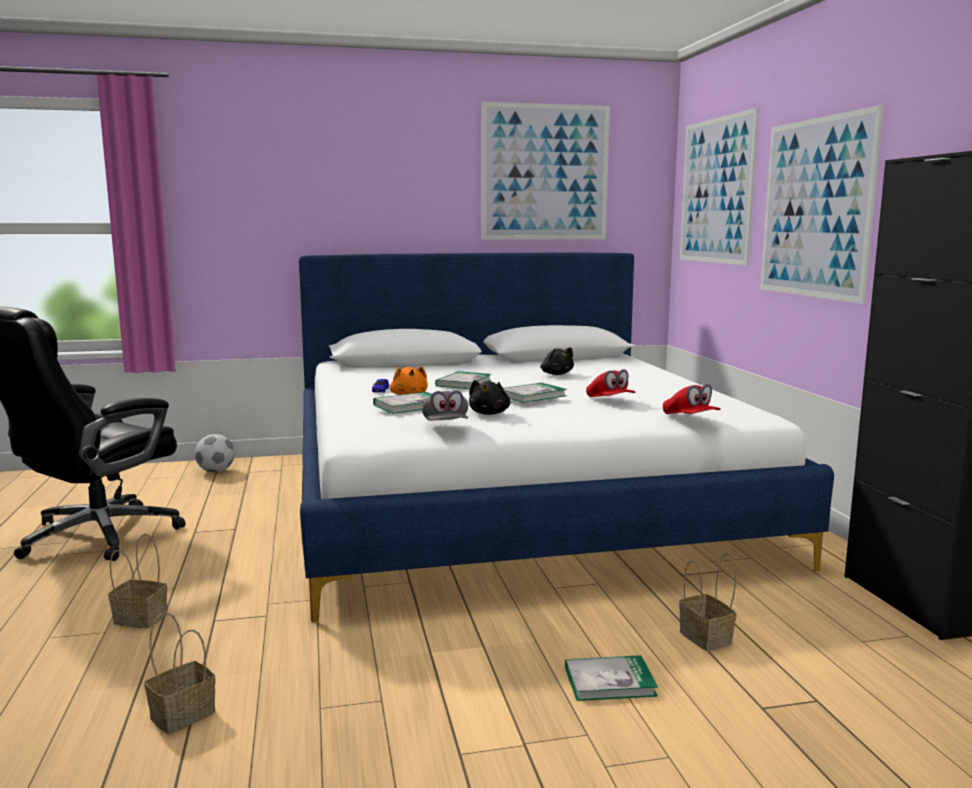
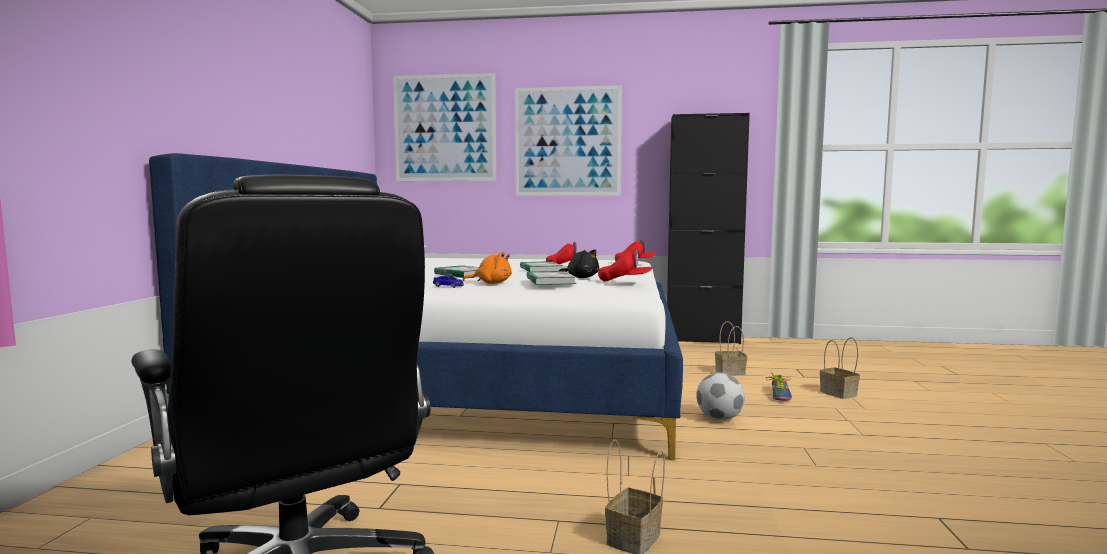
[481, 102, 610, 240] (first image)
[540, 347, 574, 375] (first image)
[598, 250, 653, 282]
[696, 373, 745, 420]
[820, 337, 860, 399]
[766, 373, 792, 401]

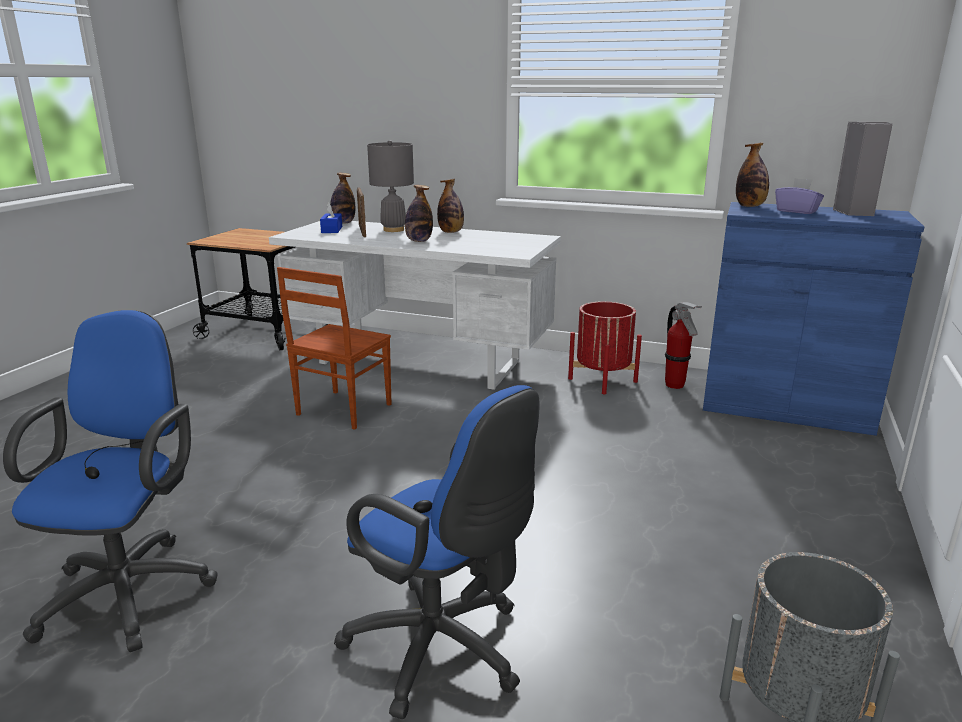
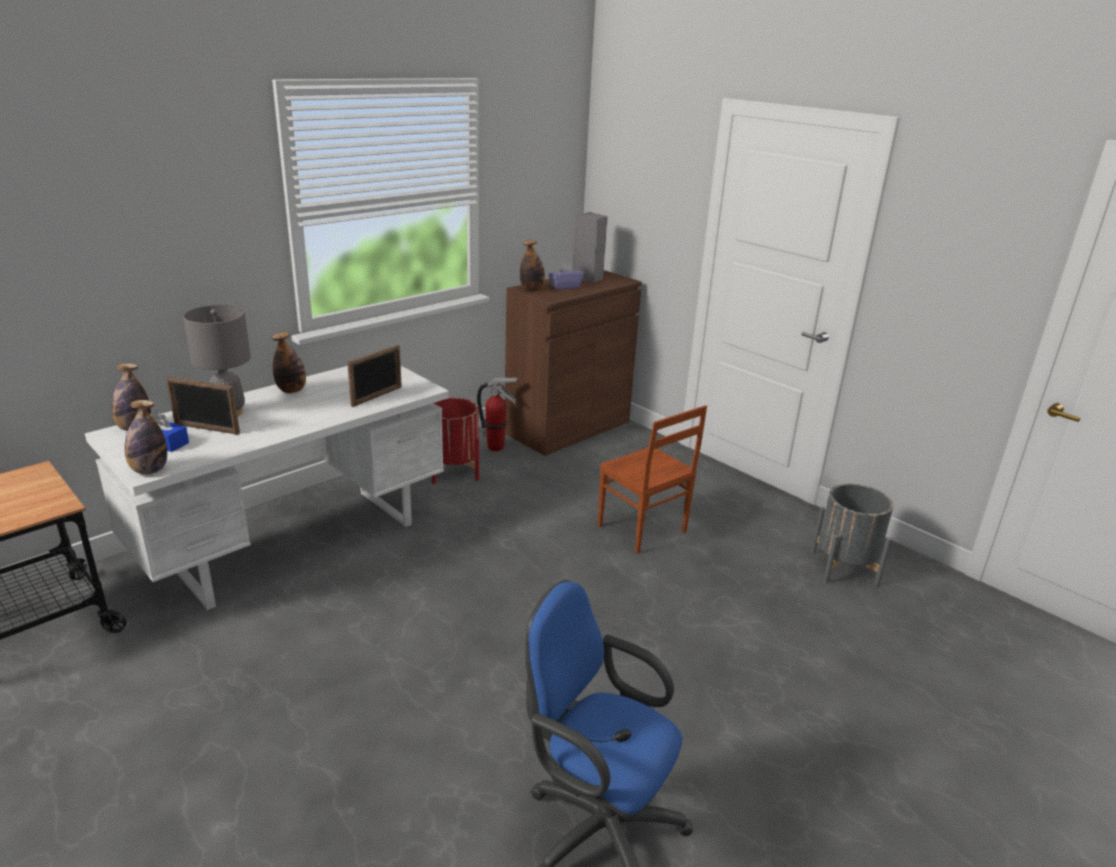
[125, 400, 167, 474]
[505, 270, 642, 456]
[598, 405, 707, 554]
[334, 385, 540, 719] (first image)
[347, 345, 402, 407]

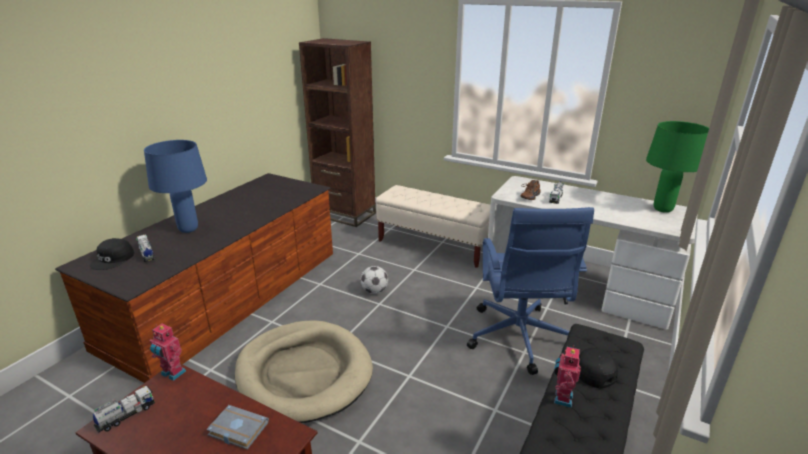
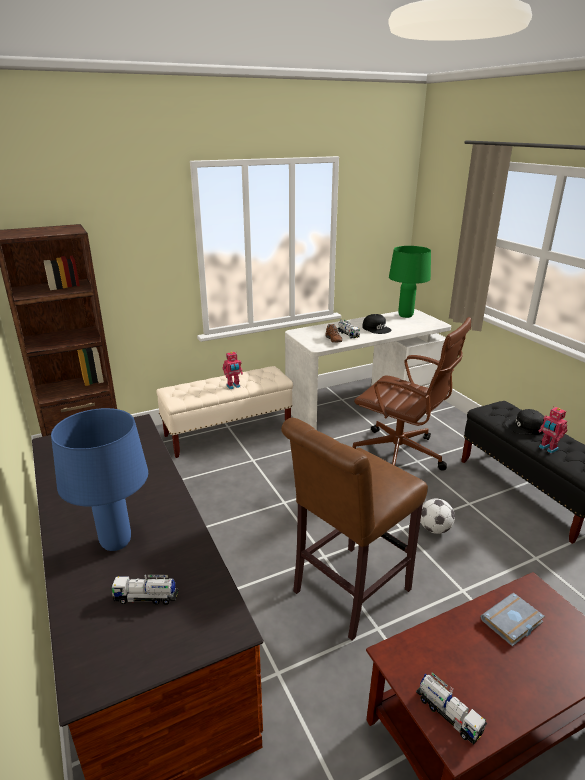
[353, 317, 471, 471]
[362, 314, 391, 334]
[420, 499, 455, 534]
[281, 417, 428, 641]
[223, 352, 243, 389]
[416, 673, 487, 745]

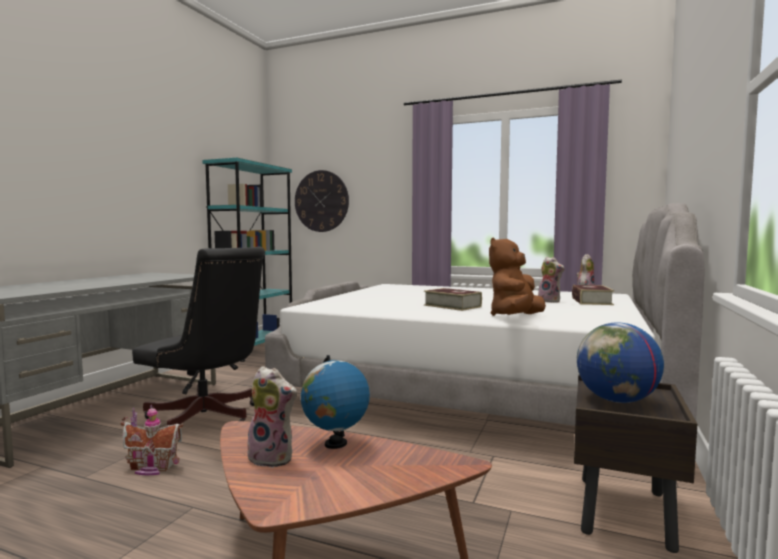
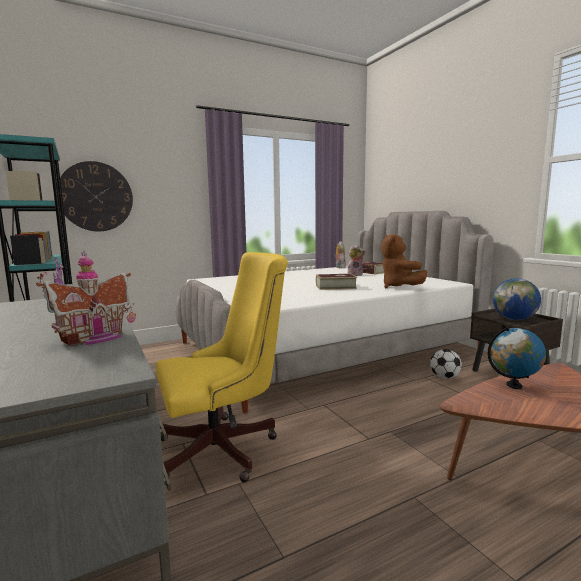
[156, 252, 288, 483]
[247, 366, 298, 468] (first image)
[36, 251, 136, 345]
[430, 349, 462, 379]

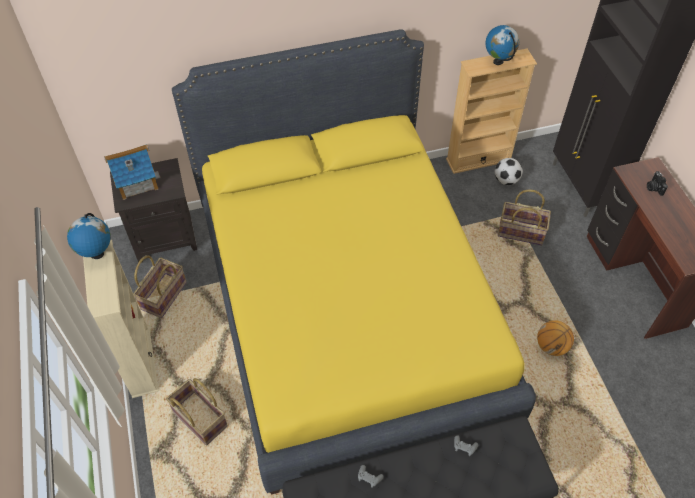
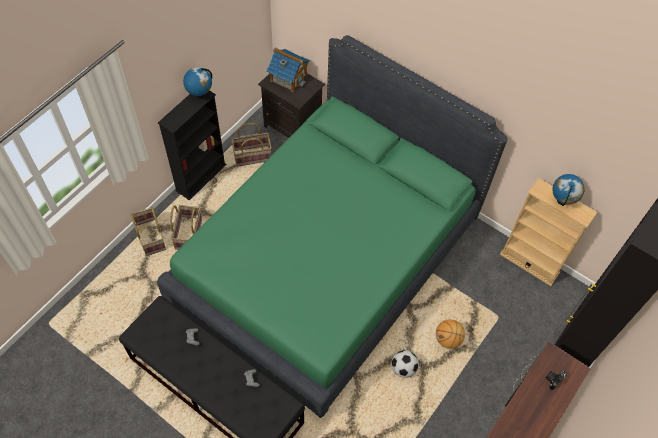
[157, 35, 507, 418]
[391, 350, 419, 378]
[131, 207, 166, 256]
[158, 90, 226, 201]
[436, 319, 465, 349]

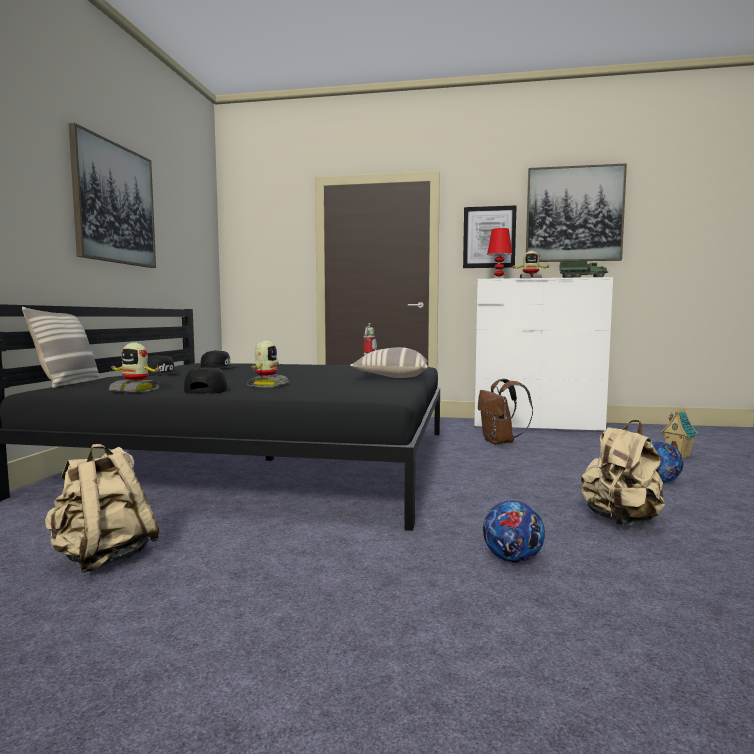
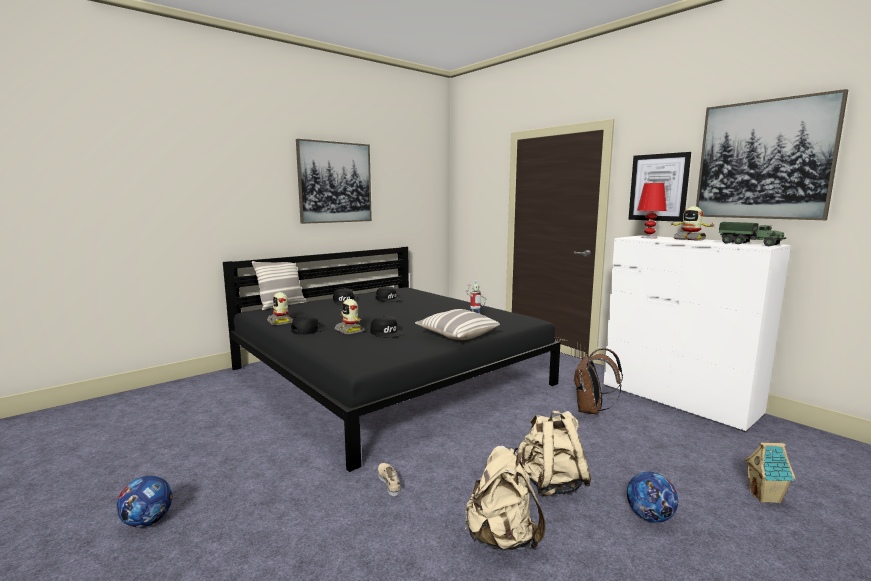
[334, 299, 365, 334]
[518, 411, 591, 496]
[117, 476, 172, 527]
[370, 316, 403, 338]
[378, 463, 401, 496]

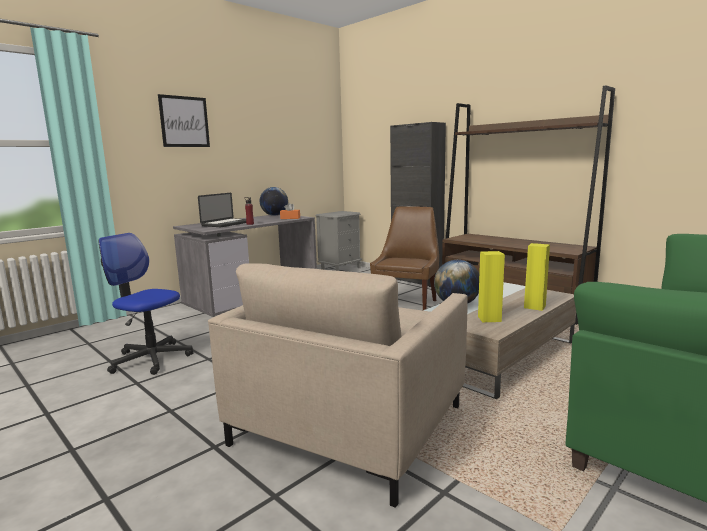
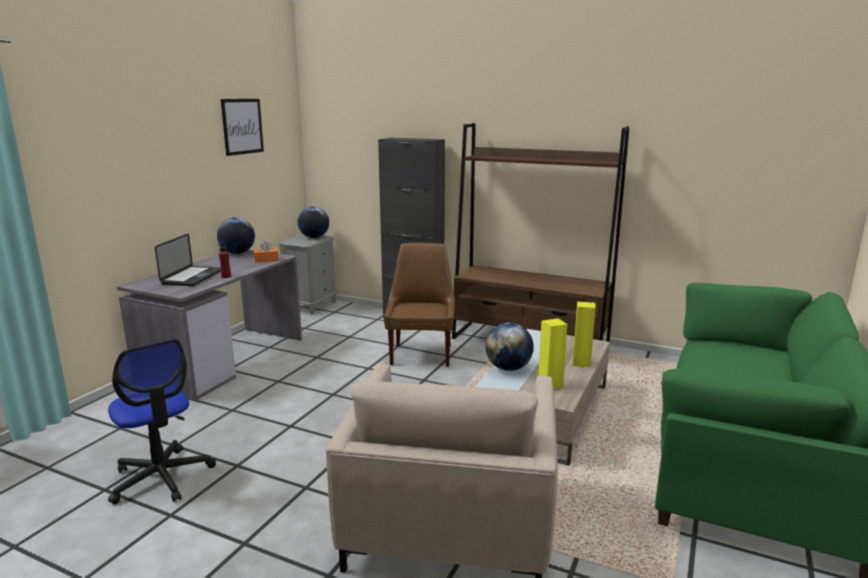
[221, 99, 264, 156]
[108, 339, 216, 504]
[298, 206, 329, 238]

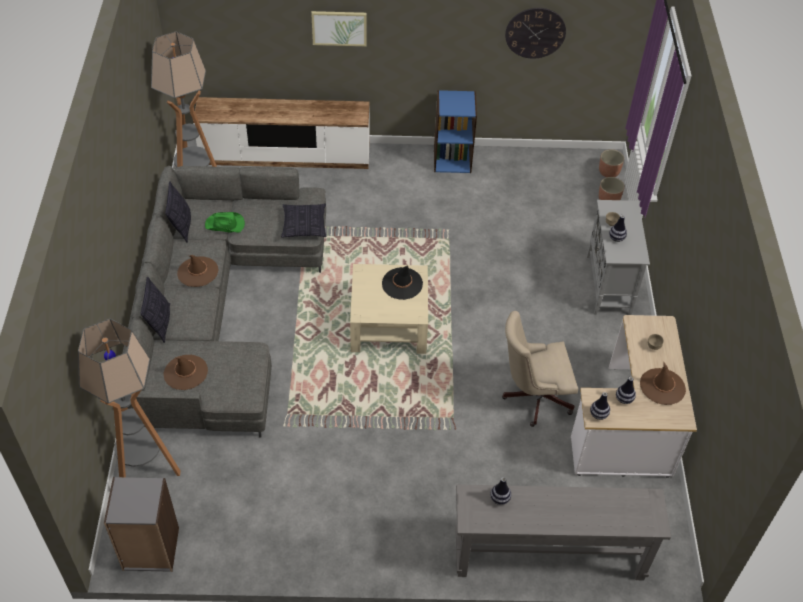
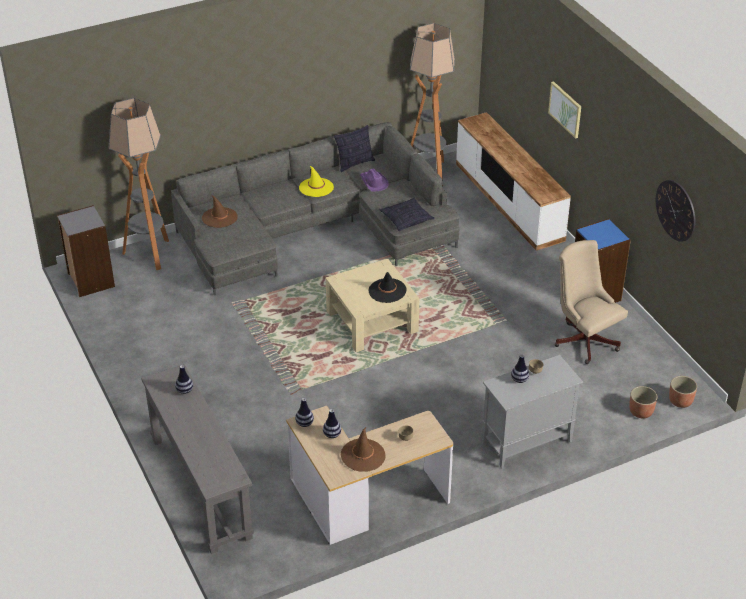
[360, 169, 389, 192]
[299, 165, 334, 197]
[140, 276, 170, 343] (first image)
[555, 240, 628, 364]

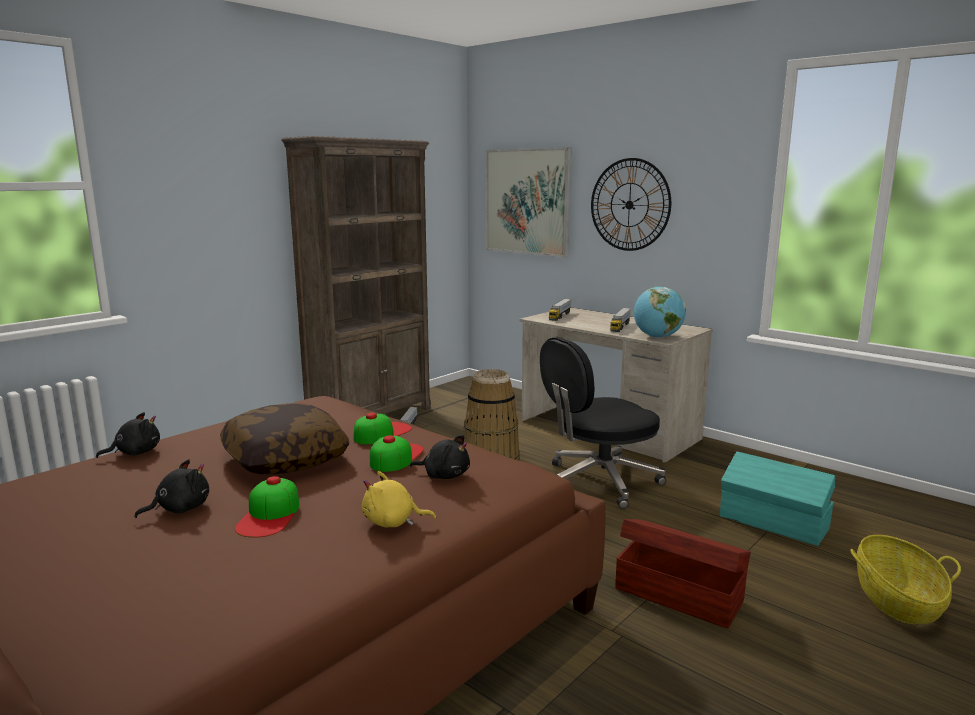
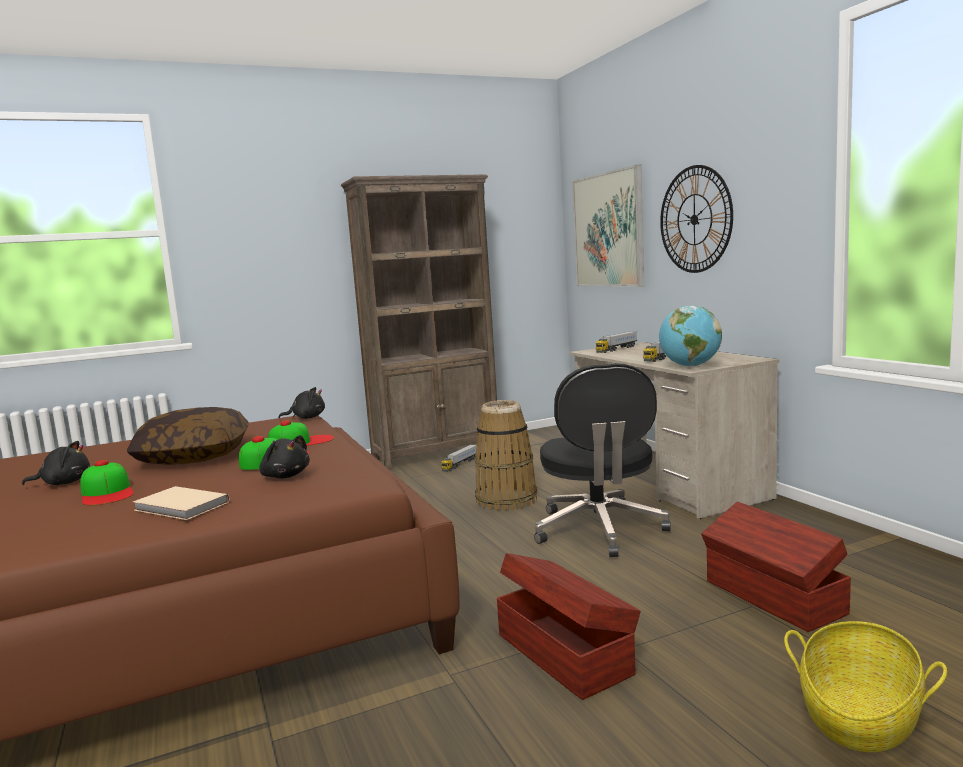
[534, 363, 671, 557]
[278, 387, 325, 419]
[701, 502, 851, 632]
[133, 486, 229, 520]
[80, 460, 134, 505]

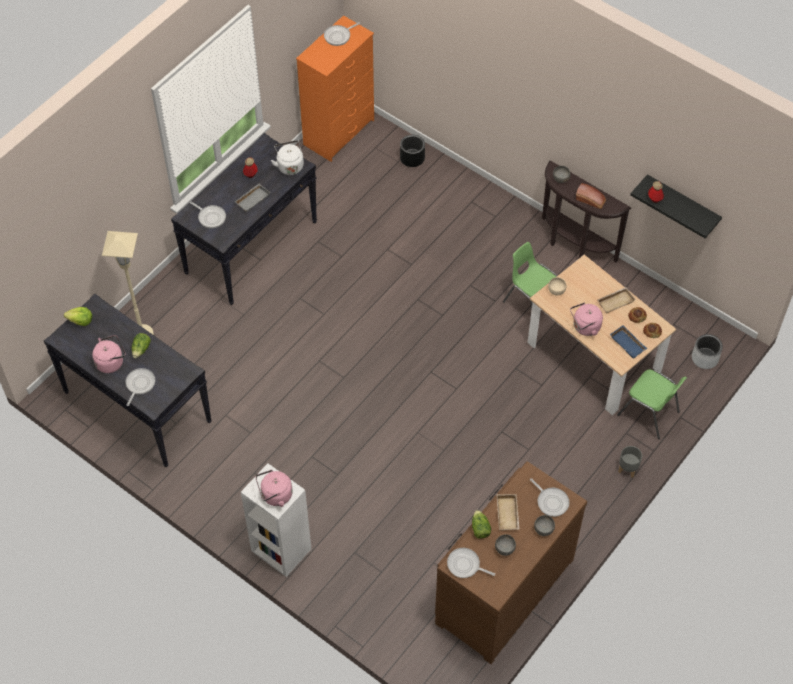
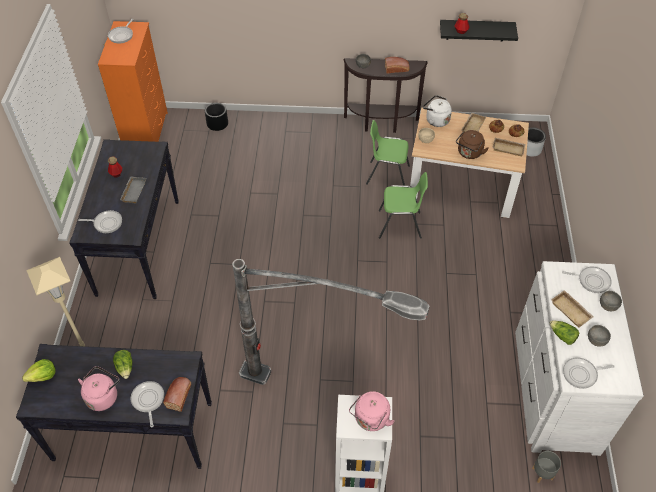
[423, 95, 452, 127]
[456, 130, 489, 159]
[493, 138, 525, 156]
[379, 172, 428, 239]
[532, 451, 561, 483]
[515, 261, 644, 456]
[232, 259, 430, 385]
[163, 377, 191, 412]

